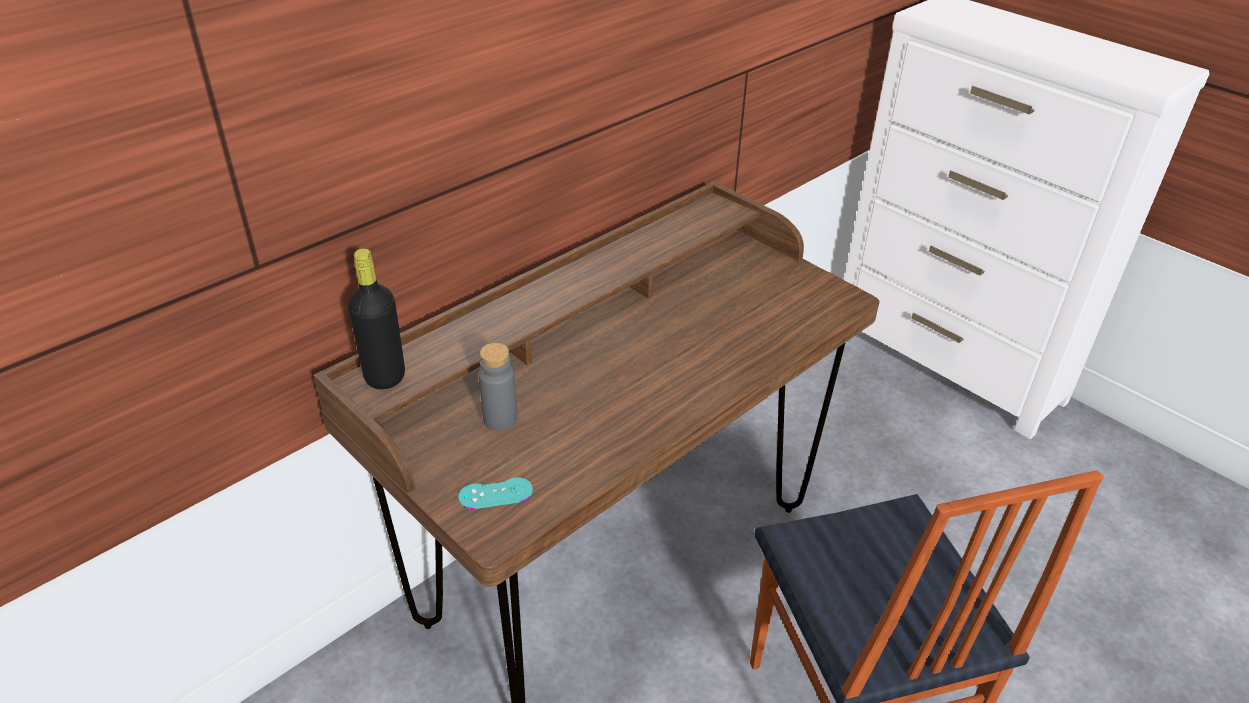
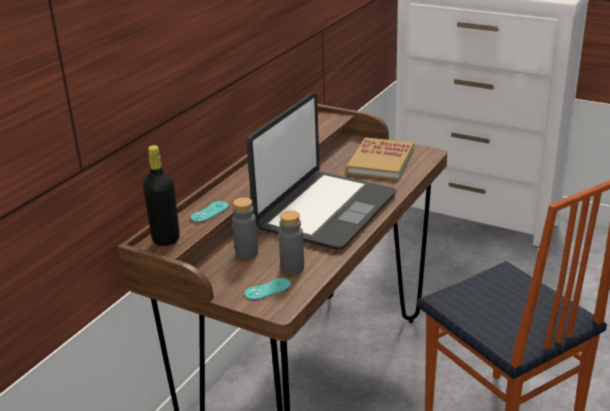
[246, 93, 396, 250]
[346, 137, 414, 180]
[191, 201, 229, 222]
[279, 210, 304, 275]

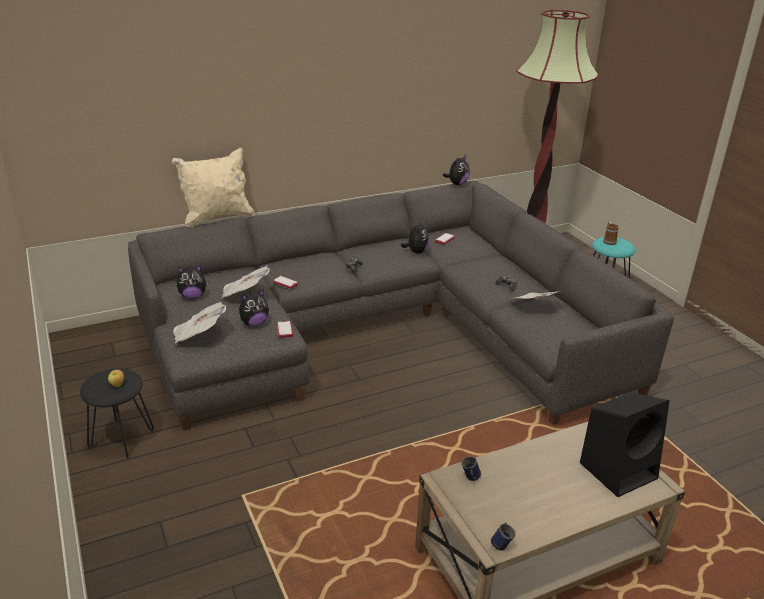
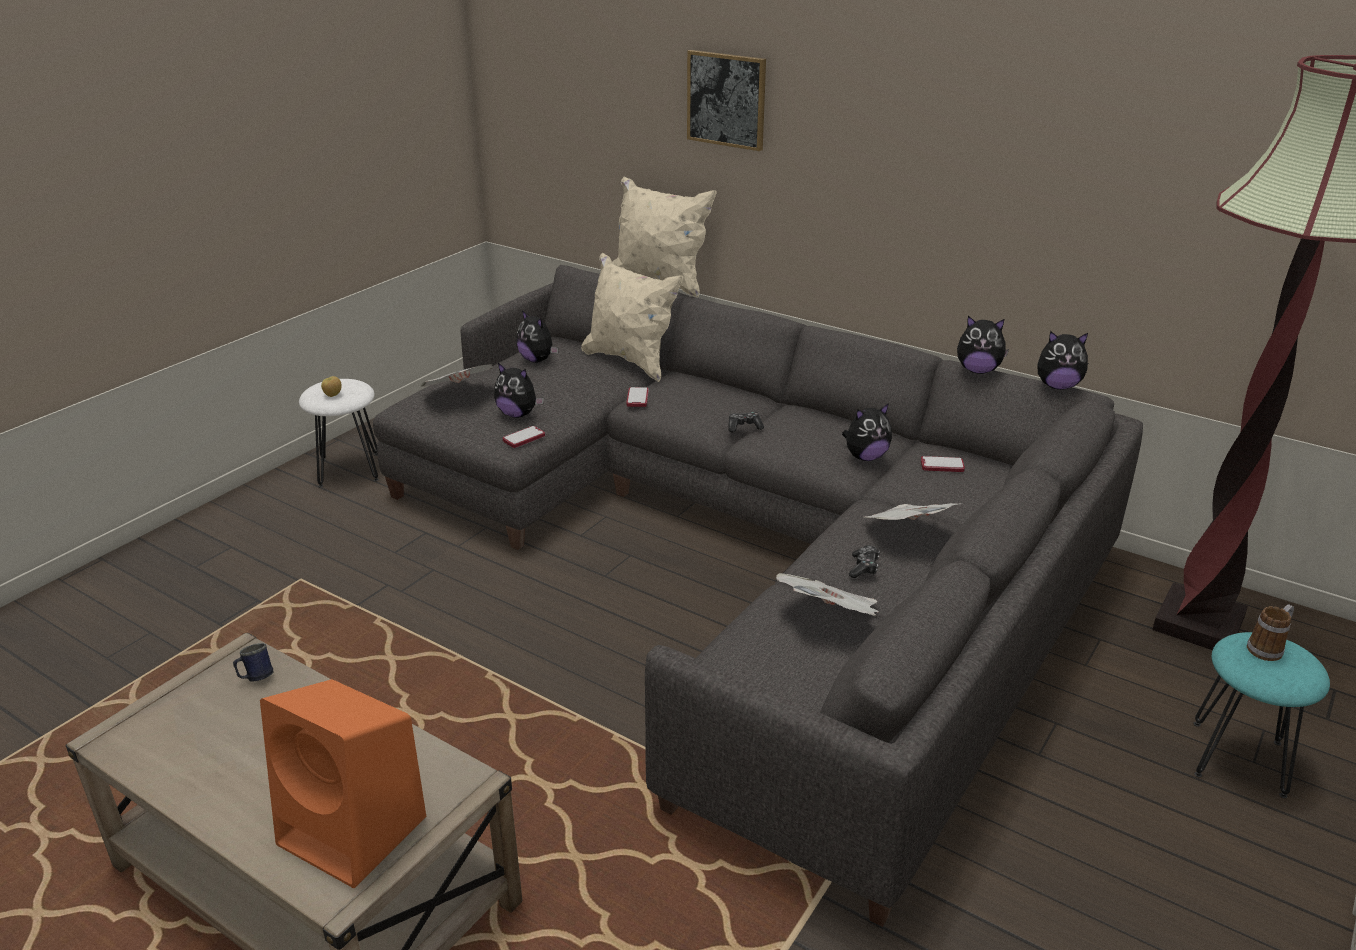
[865, 503, 958, 520]
[299, 379, 379, 487]
[260, 679, 427, 888]
[491, 522, 516, 551] (first image)
[687, 50, 766, 151]
[581, 253, 683, 382]
[957, 316, 1009, 374]

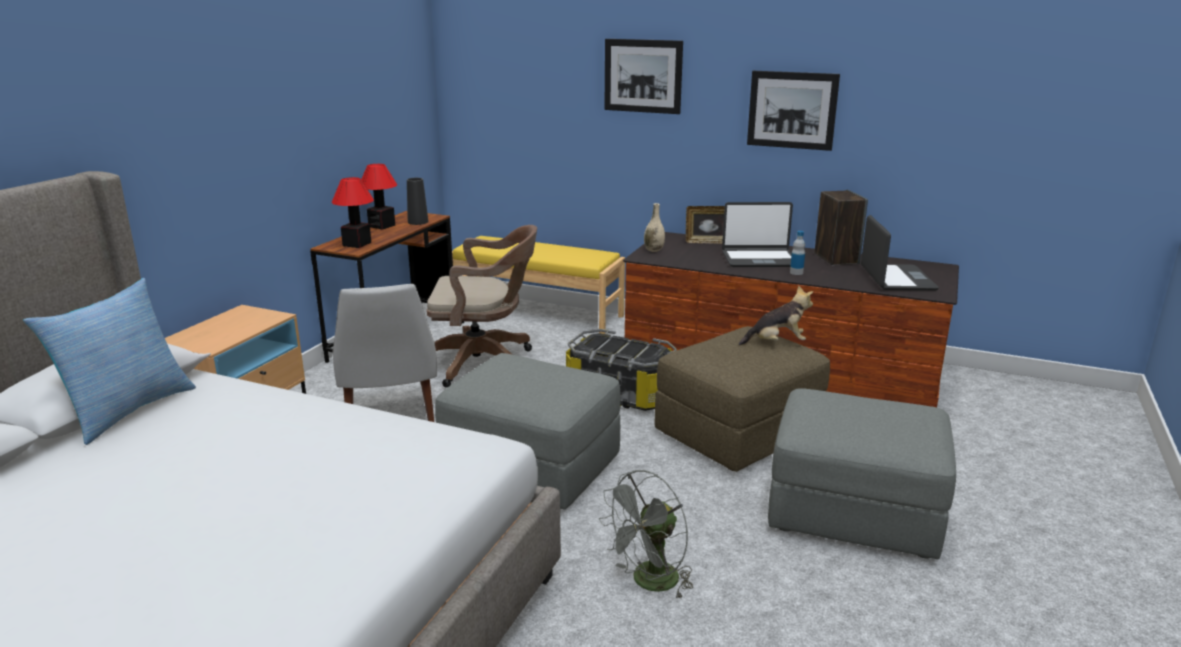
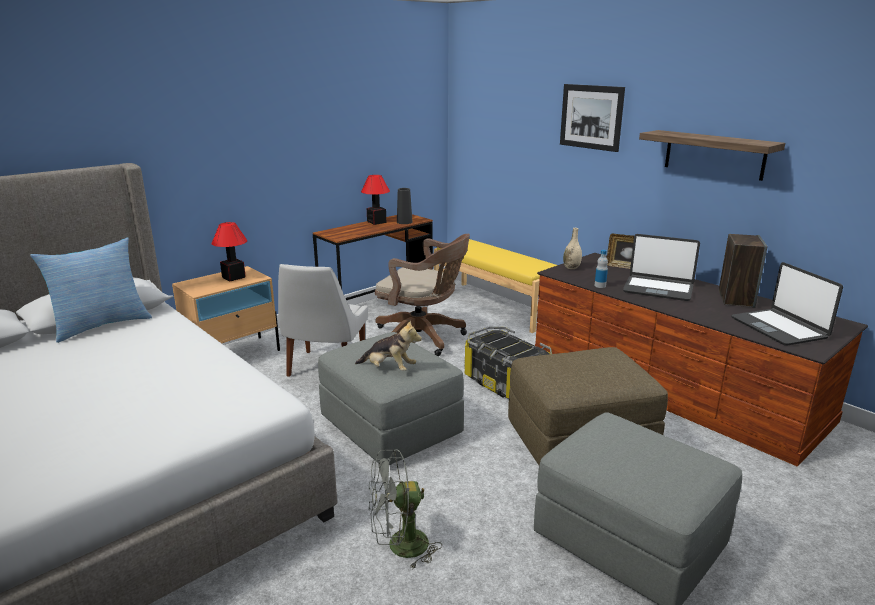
[639, 130, 785, 181]
[211, 222, 247, 281]
[731, 262, 843, 346]
[595, 250, 608, 288]
[355, 319, 422, 371]

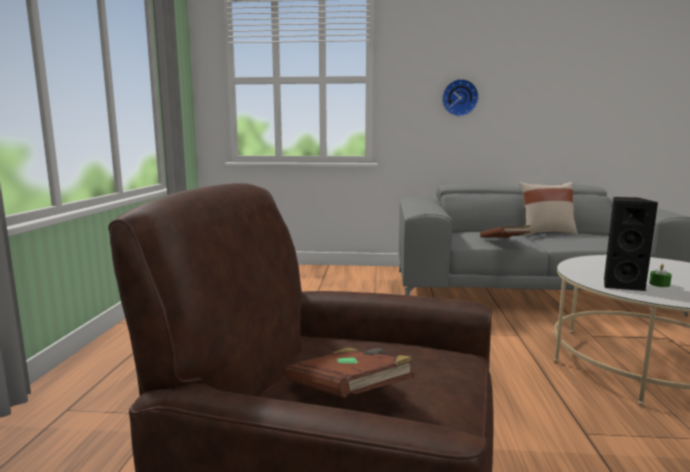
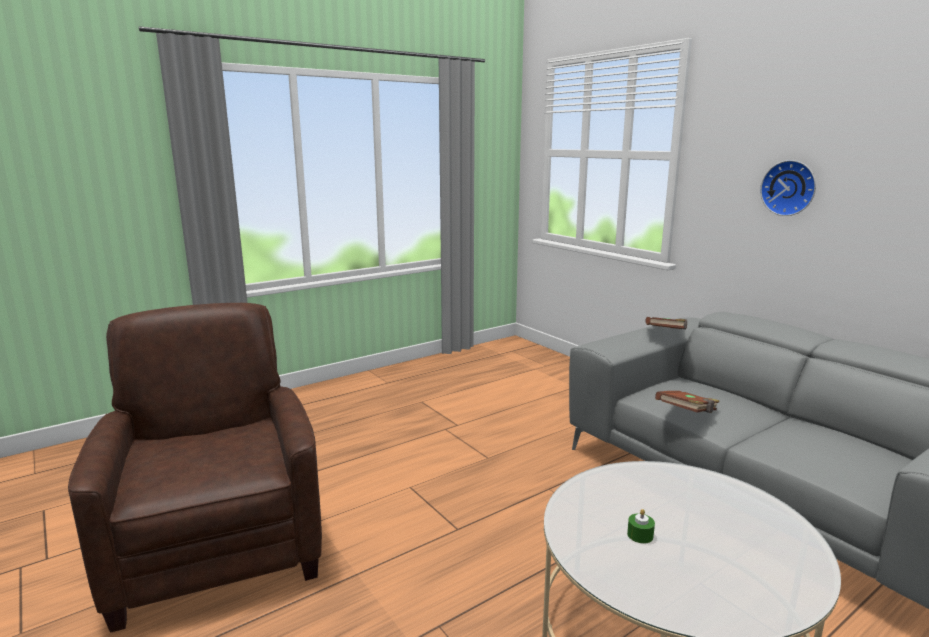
[519, 182, 578, 236] (first image)
[604, 197, 658, 291] (first image)
[646, 317, 687, 329]

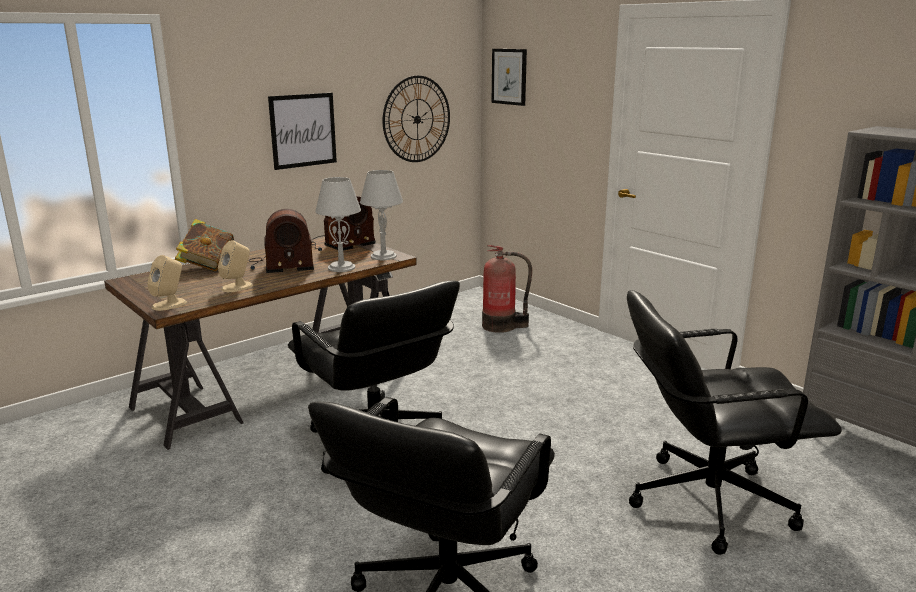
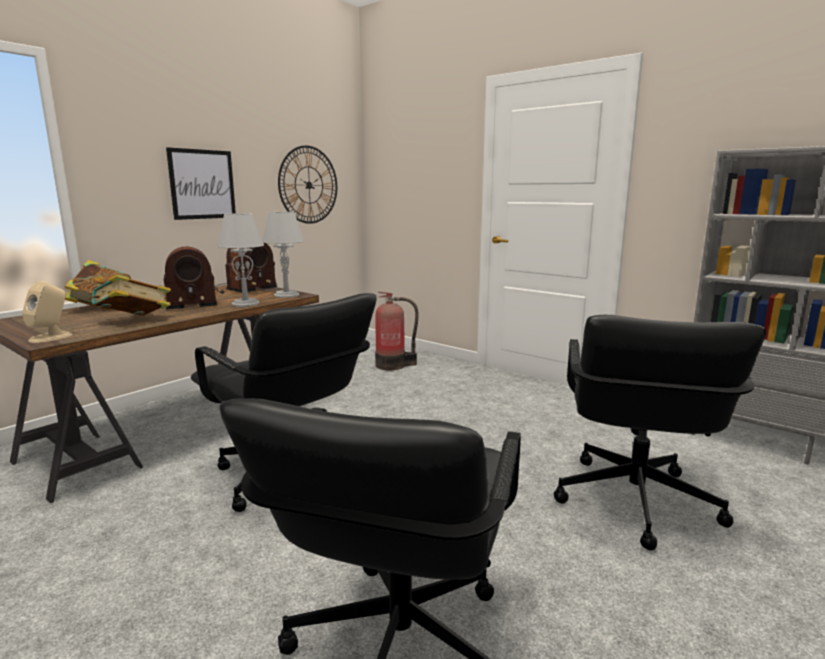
[492, 49, 527, 106] (first image)
[88, 274, 171, 316]
[554, 315, 766, 551]

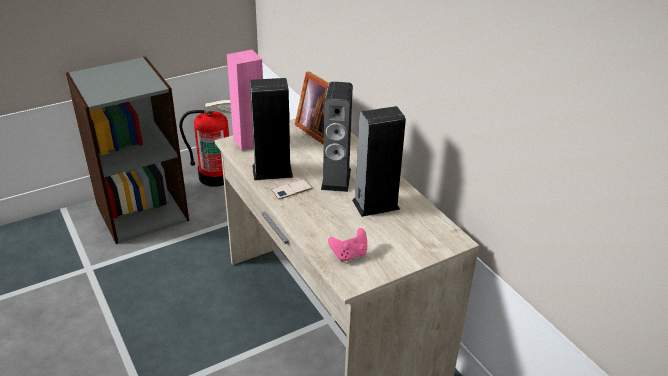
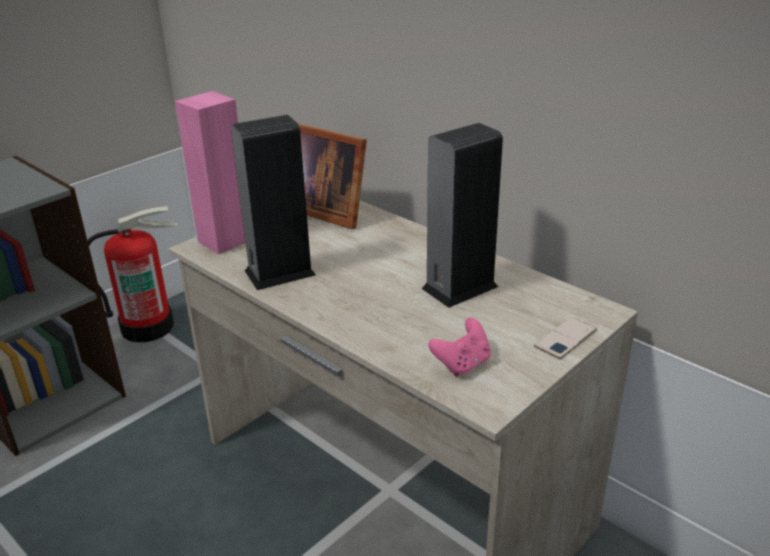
[321, 81, 353, 192] (first image)
[534, 317, 597, 359]

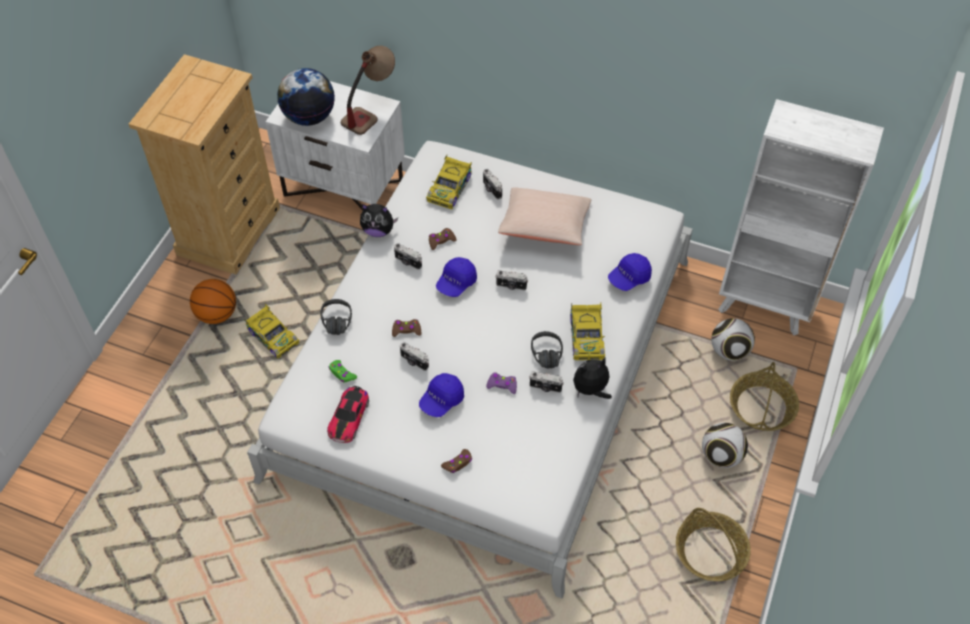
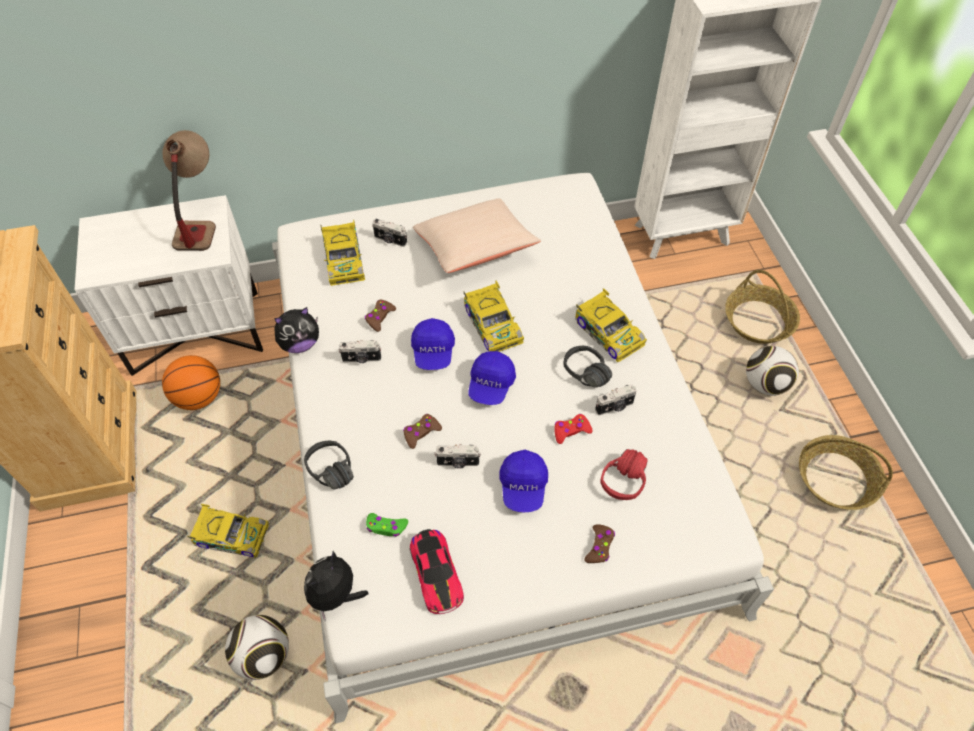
[277, 68, 335, 126] (first image)
[468, 351, 516, 405]
[464, 281, 524, 352]
[162, 355, 220, 410]
[225, 615, 289, 680]
[304, 551, 368, 621]
[554, 414, 593, 444]
[601, 449, 648, 500]

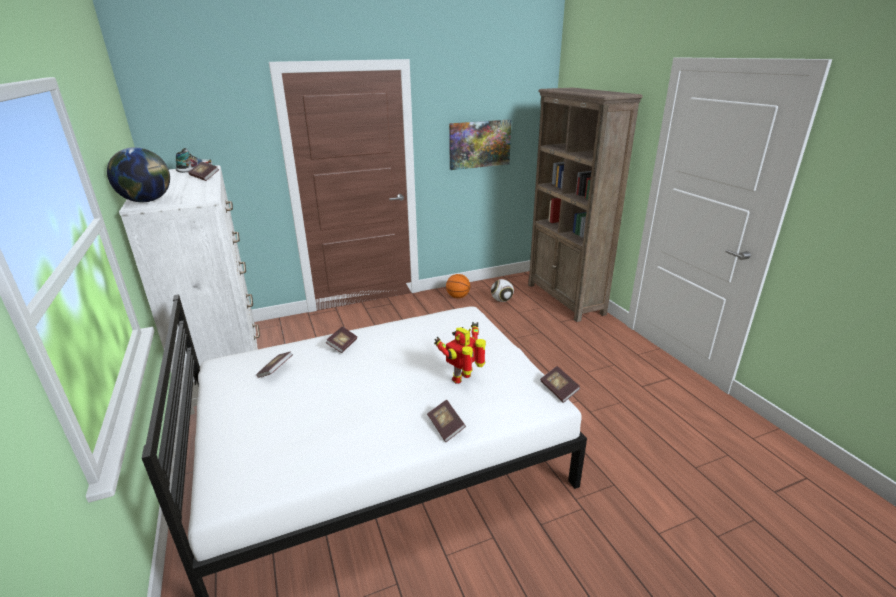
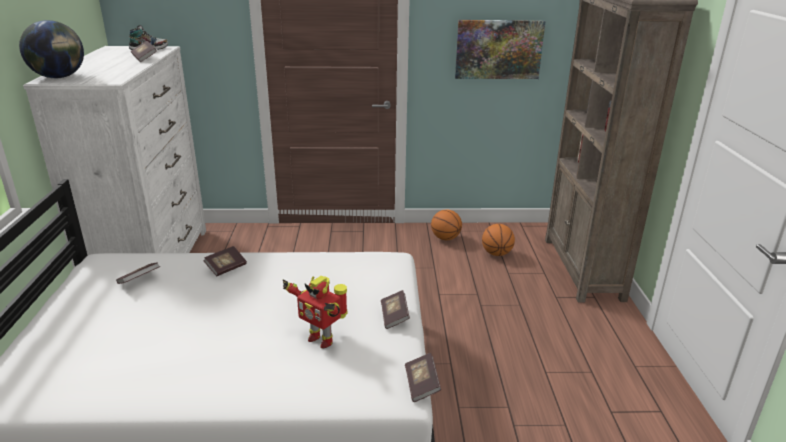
[482, 224, 515, 256]
[282, 276, 347, 349]
[381, 290, 410, 329]

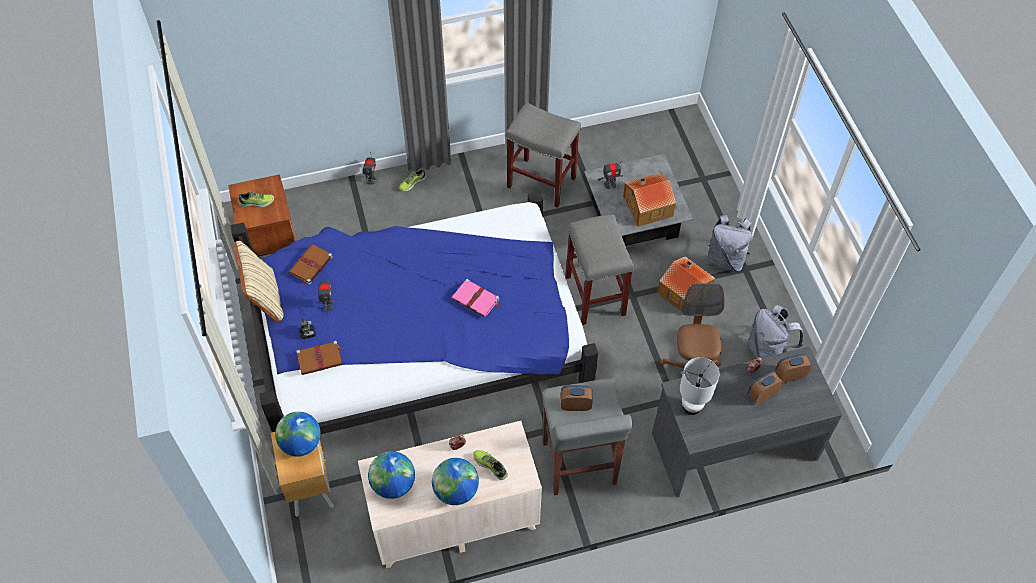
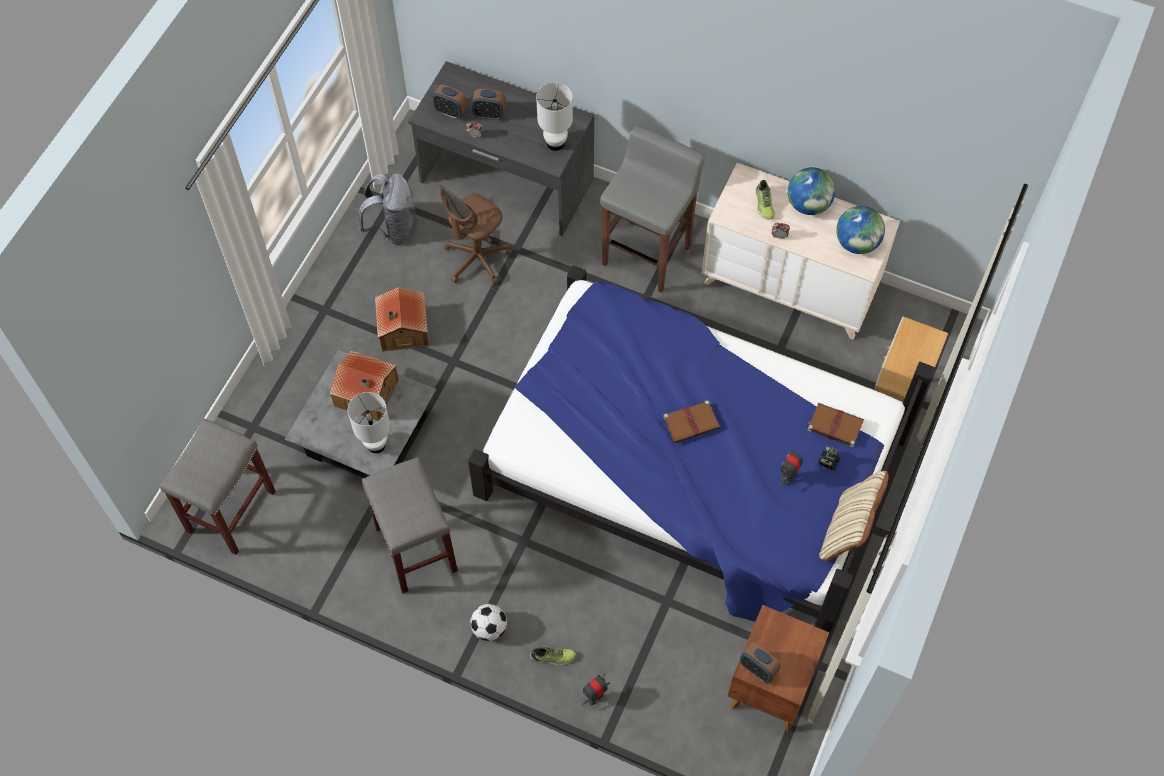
[348, 392, 390, 453]
[239, 192, 274, 207] (first image)
[160, 419, 276, 555]
[706, 215, 753, 272] (first image)
[663, 400, 720, 443]
[452, 279, 500, 317] (first image)
[740, 642, 781, 684]
[275, 412, 321, 457] (first image)
[470, 604, 507, 641]

